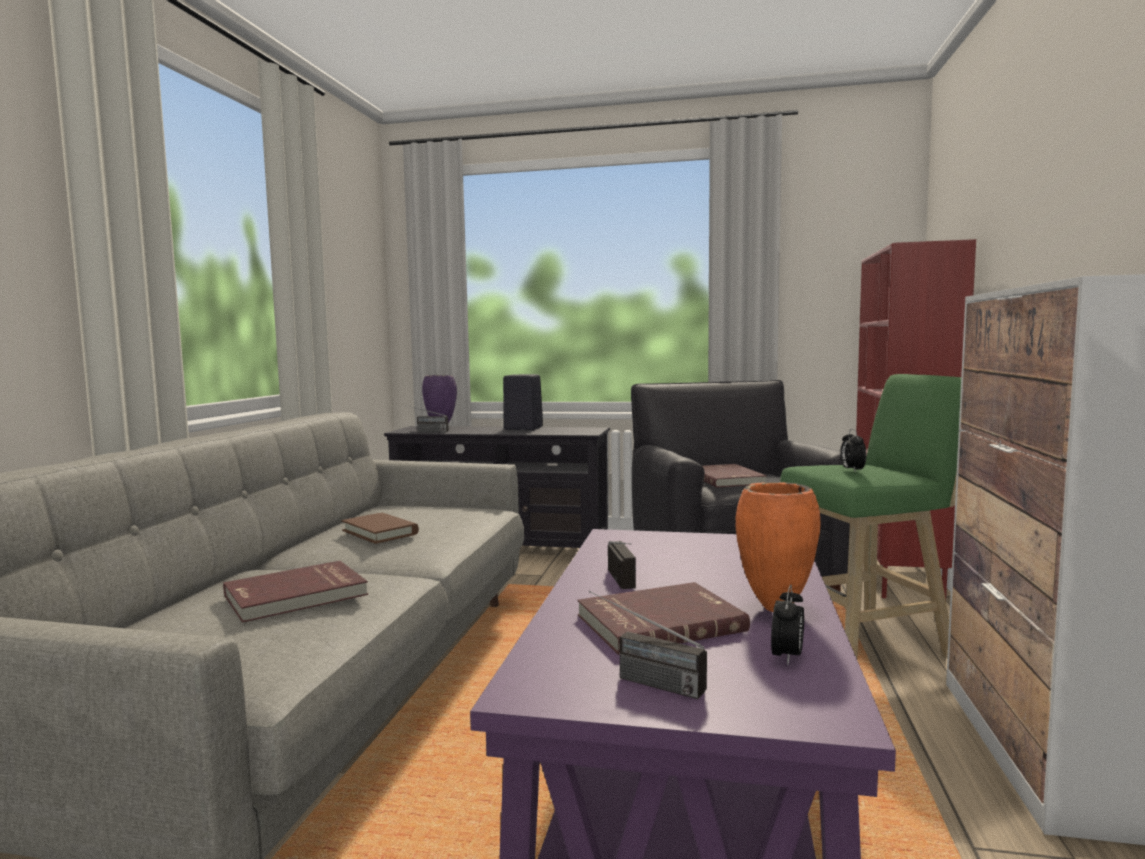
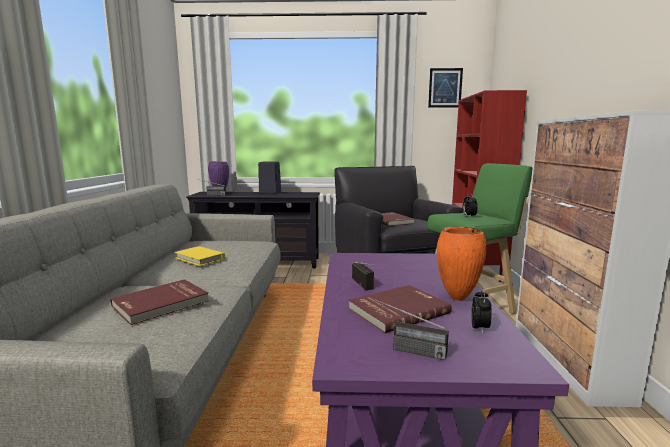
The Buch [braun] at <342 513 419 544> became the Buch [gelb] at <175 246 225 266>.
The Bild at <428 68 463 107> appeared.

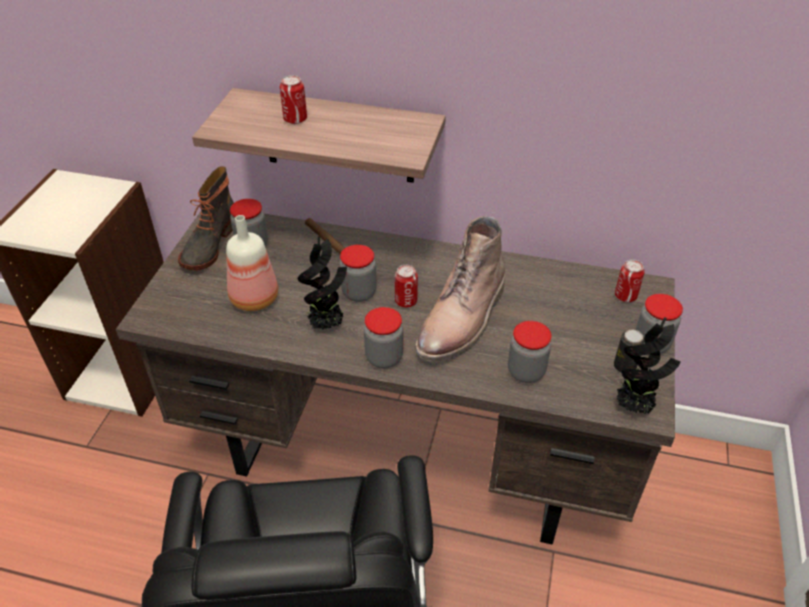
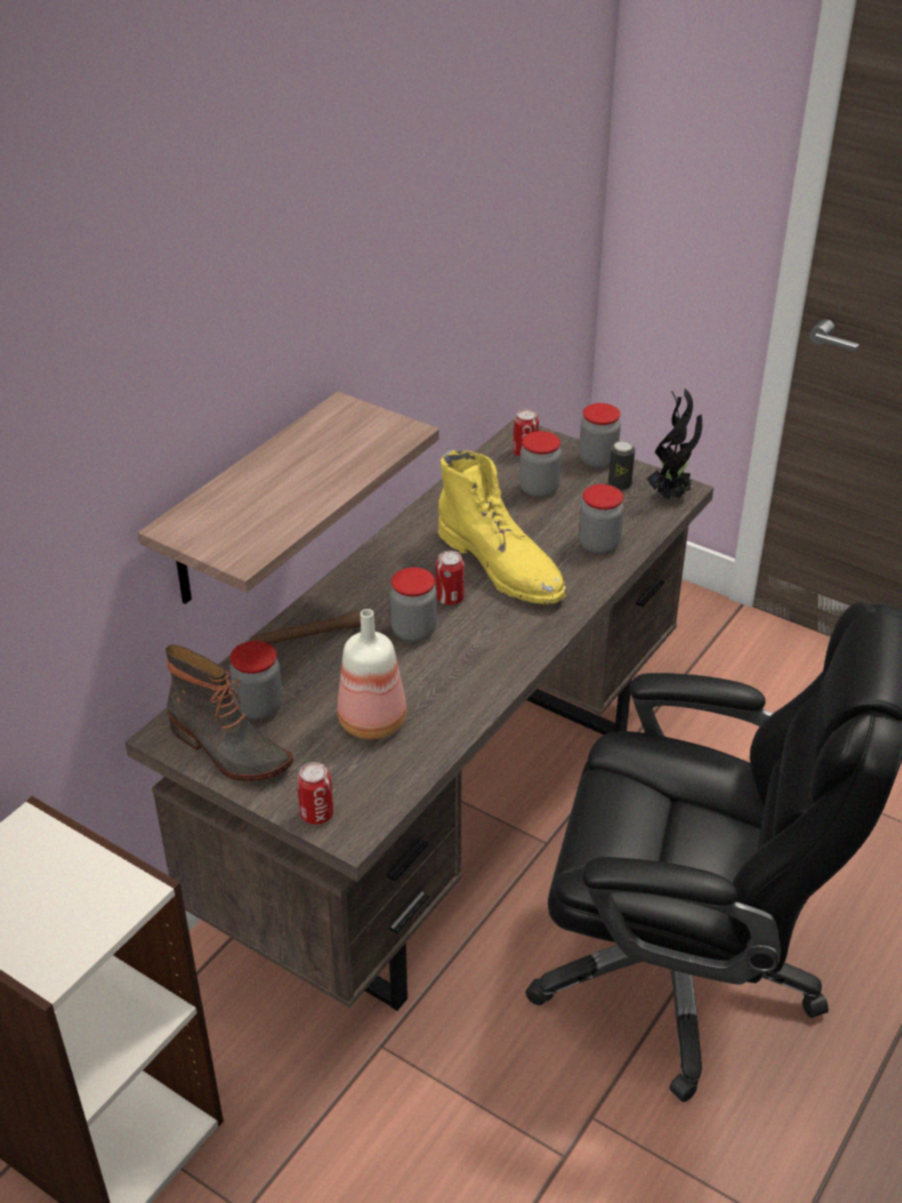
The Dose moved from <280 75 307 124> to <297 762 334 825>.
The Stiefel [braun] at <415 216 505 362> became the Stiefel [gelb] at <438 450 567 604>.
The Topfpflanze at <298 236 347 330> disappeared.
The Vorratsglas moved from <364 307 403 368> to <519 431 561 498>.

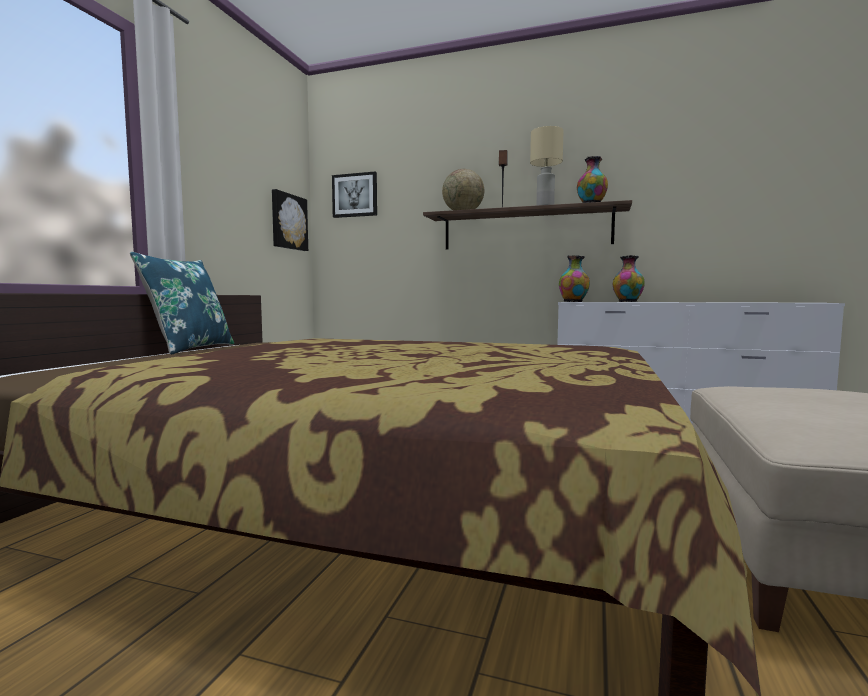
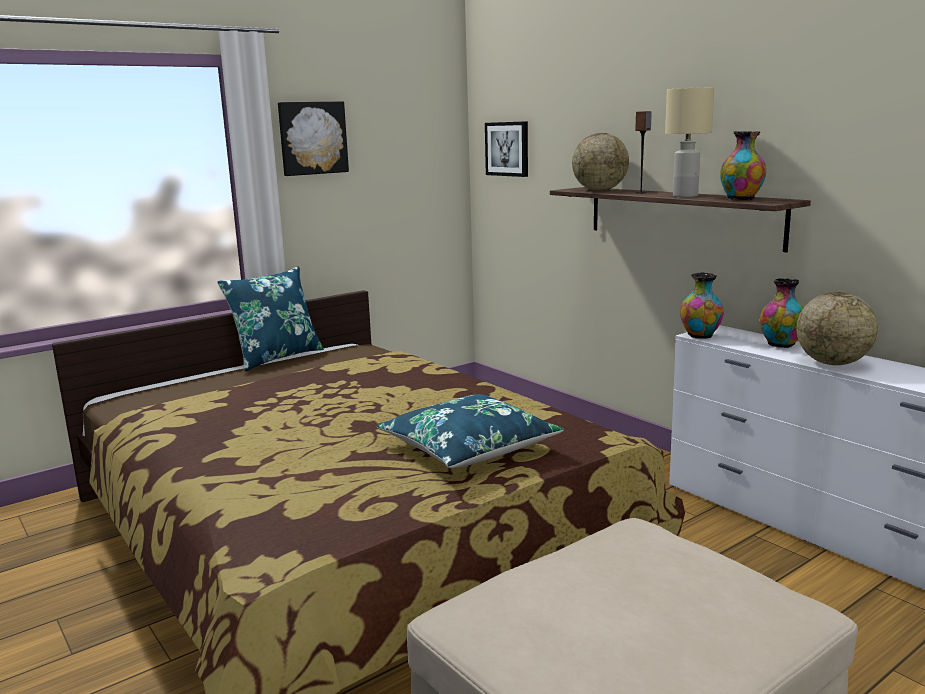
The Bild moved from <272 189 308 251> to <278 102 349 176>.
The Globus at <796 292 878 365> appeared.
The Kissen [blau] at <377 394 564 468> appeared.

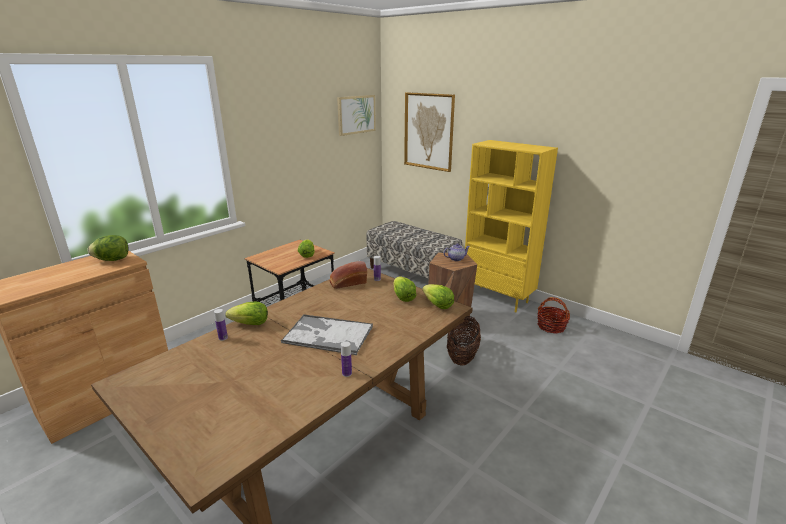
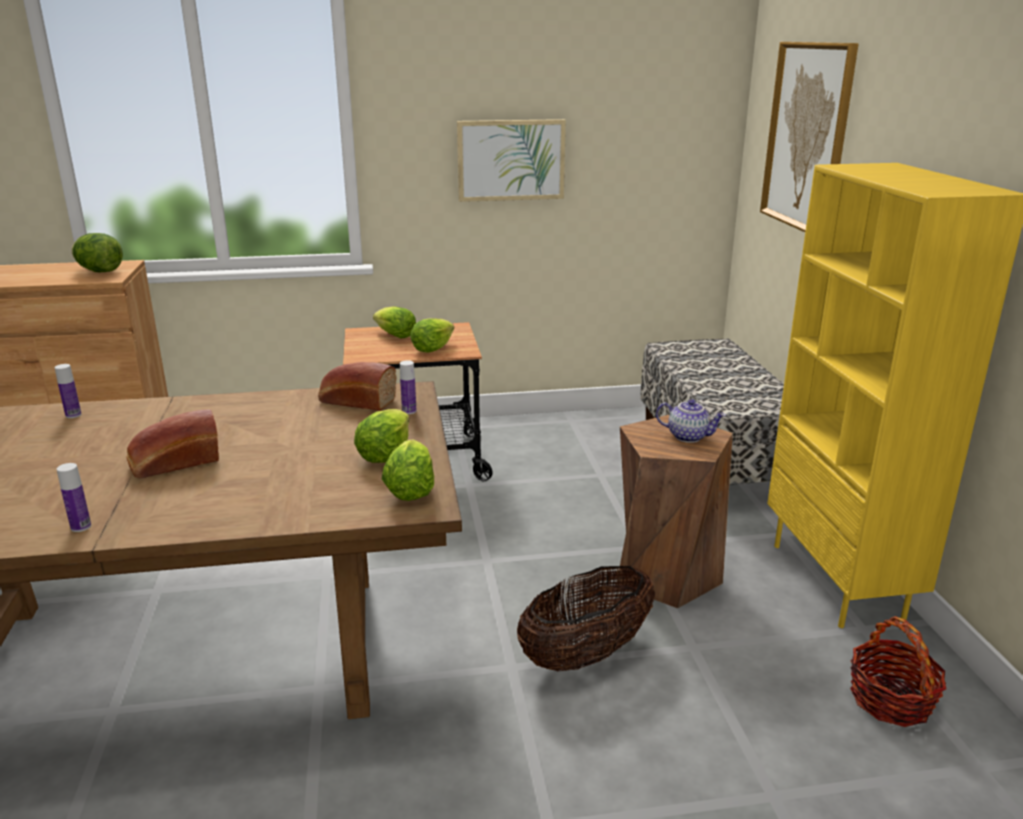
The Bild moved from <337 95 376 136> to <457 119 566 202>.
The Salatkopf moved from <225 302 268 325> to <373 306 416 338>.
The Tablett at <281 314 373 355> was replaced by the Brot at <126 410 219 478>.

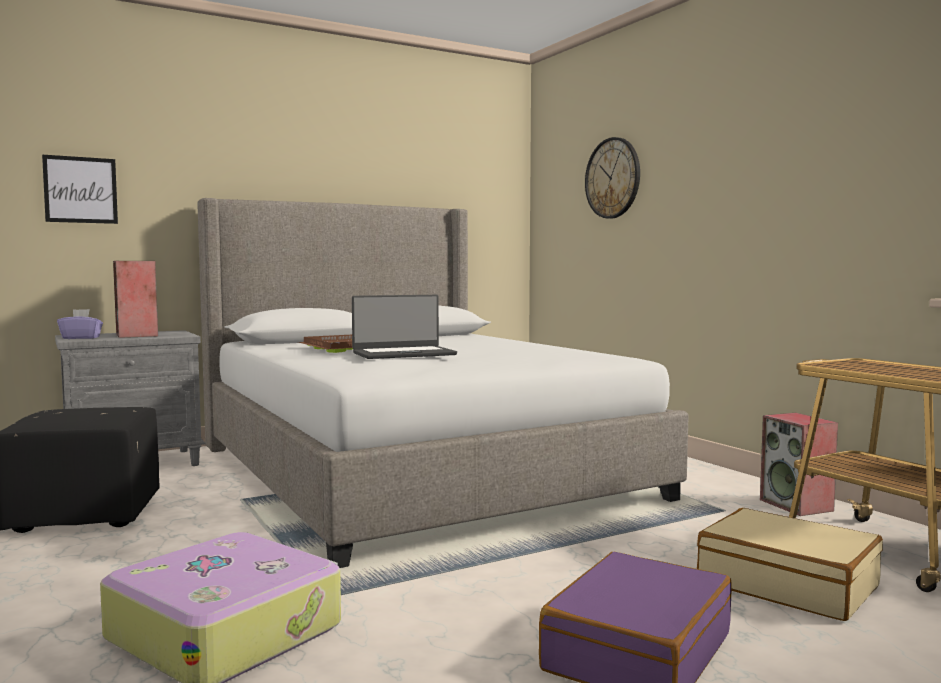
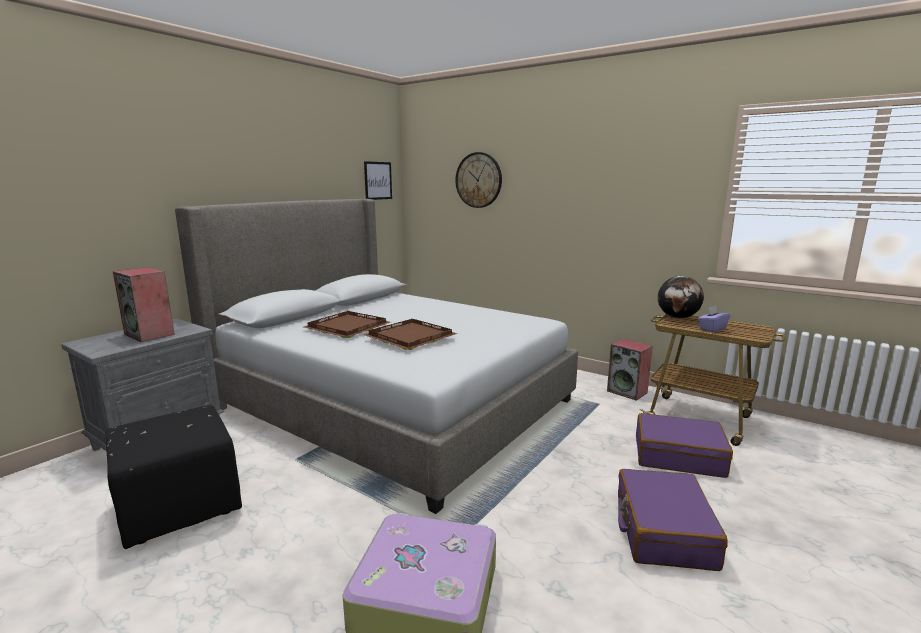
The Bild moved from <42 155 118 224> to <364 161 392 200>.
The Laptop at <352 295 457 359> was replaced by the Tablett [braun] at <364 319 457 350>.
The Taschentuchbox [lila] moved from <57 309 103 339> to <698 306 730 332>.
The Koffer [beige] at <697 508 883 621> became the Koffer [lila] at <636 413 733 478>.
The Globus at <658 276 704 319> appeared.

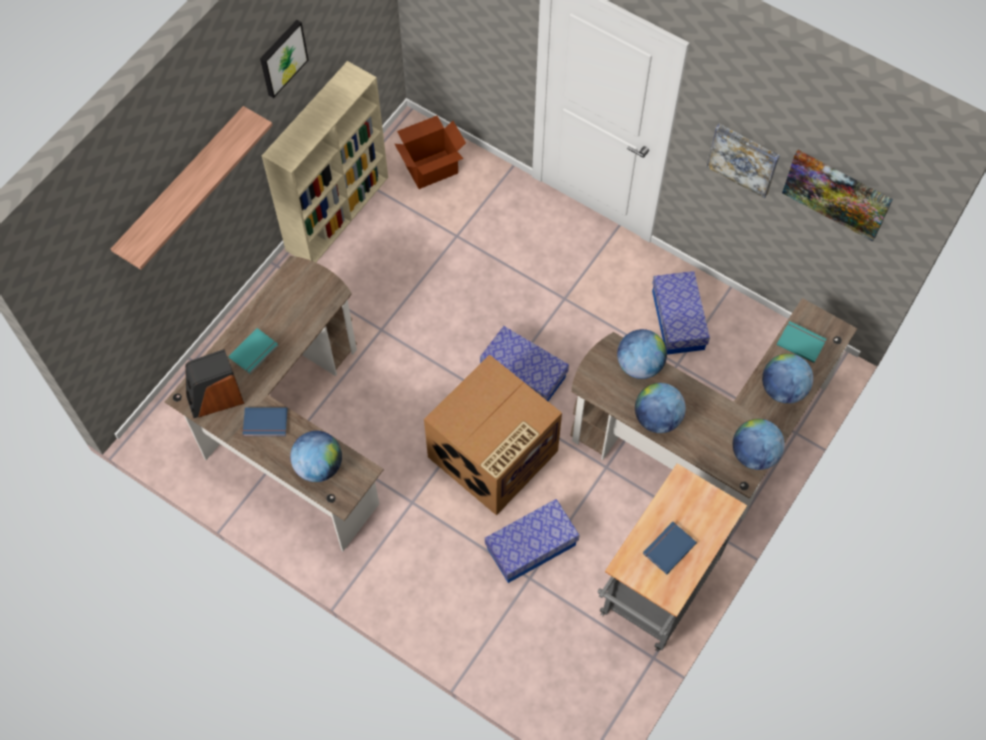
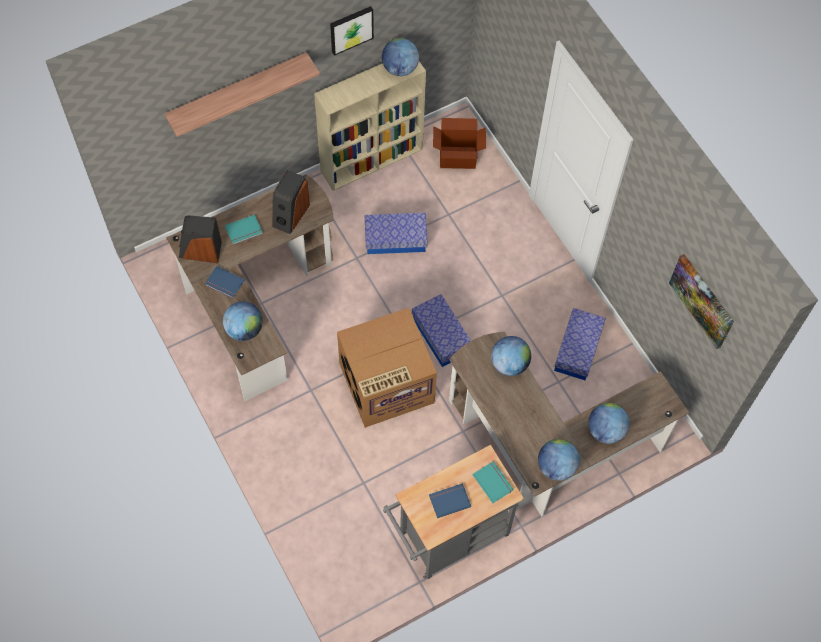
The Bild at <707 124 780 198> disappeared.
The Buch [türkis] moved from <777 321 827 363> to <473 461 514 503>.
The Globus moved from <635 383 686 433> to <382 38 419 76>.
The Aufbewahrungsbox moved from <485 499 580 583> to <365 213 427 254>.
The Lautsprecher at <272 170 310 234> appeared.

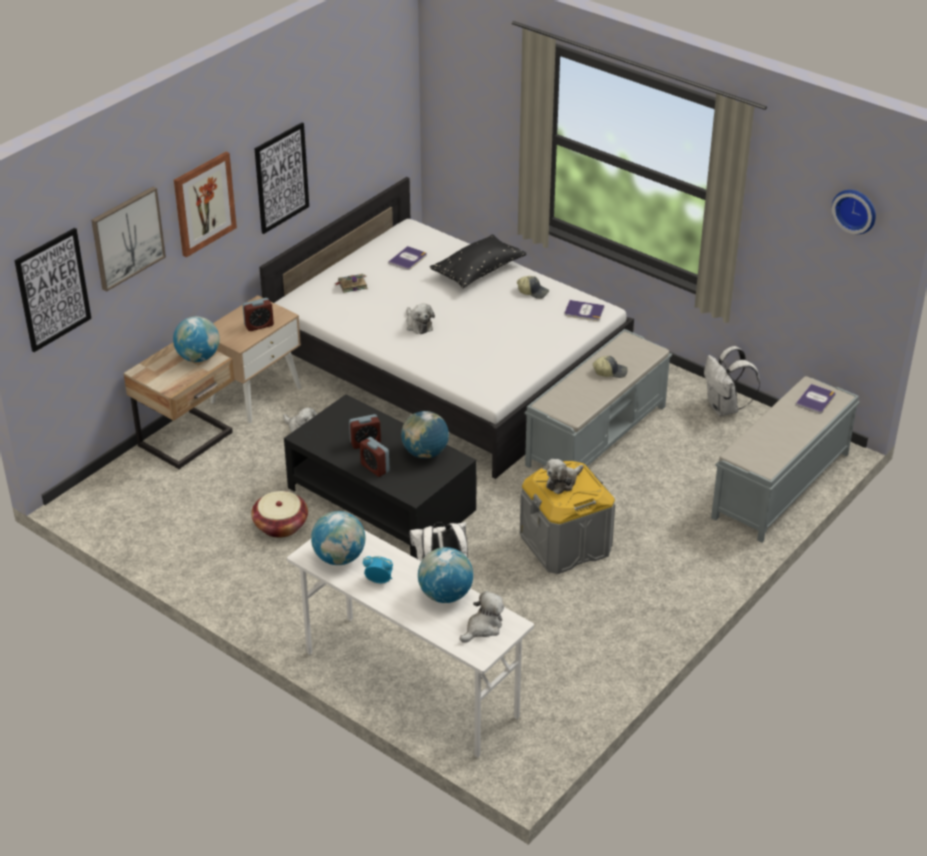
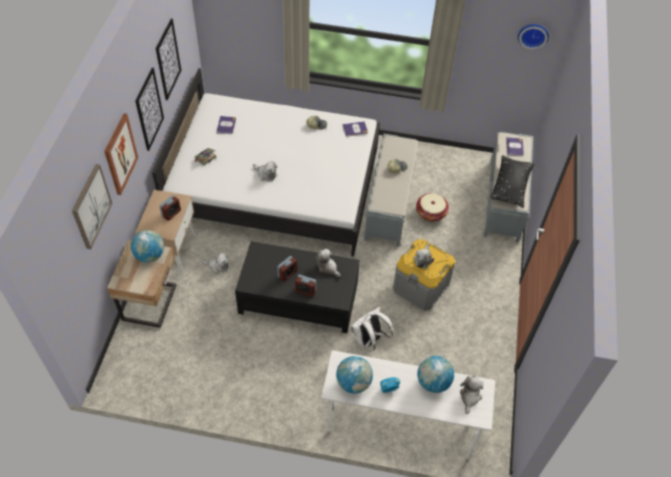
The Bild moved from <14 228 91 352> to <156 19 181 100>.
The Kissen [schwarz] moved from <430 234 527 288> to <490 155 534 208>.
The Rucksack [weiß] at <704 346 760 416> disappeared.
The Globus at <401 411 449 459> was replaced by the Plüschtier at <316 249 341 277>.
The Korb moved from <251 491 308 538> to <416 193 449 222>.

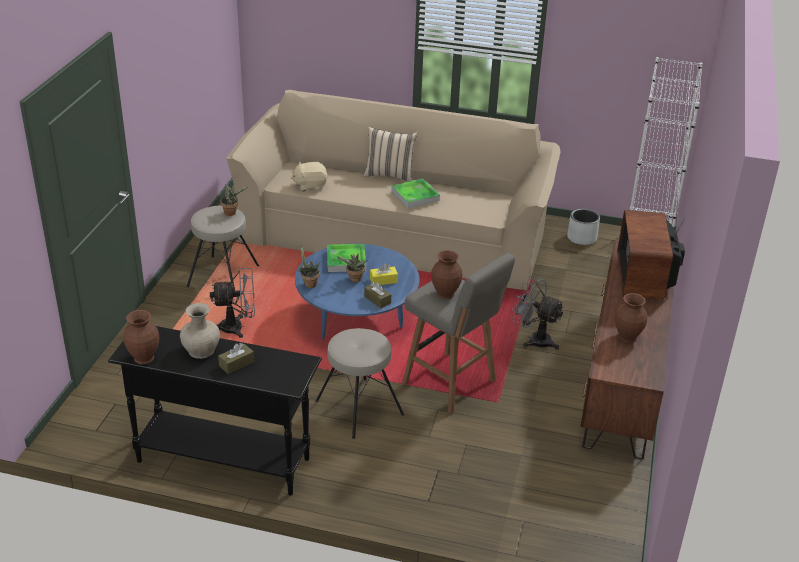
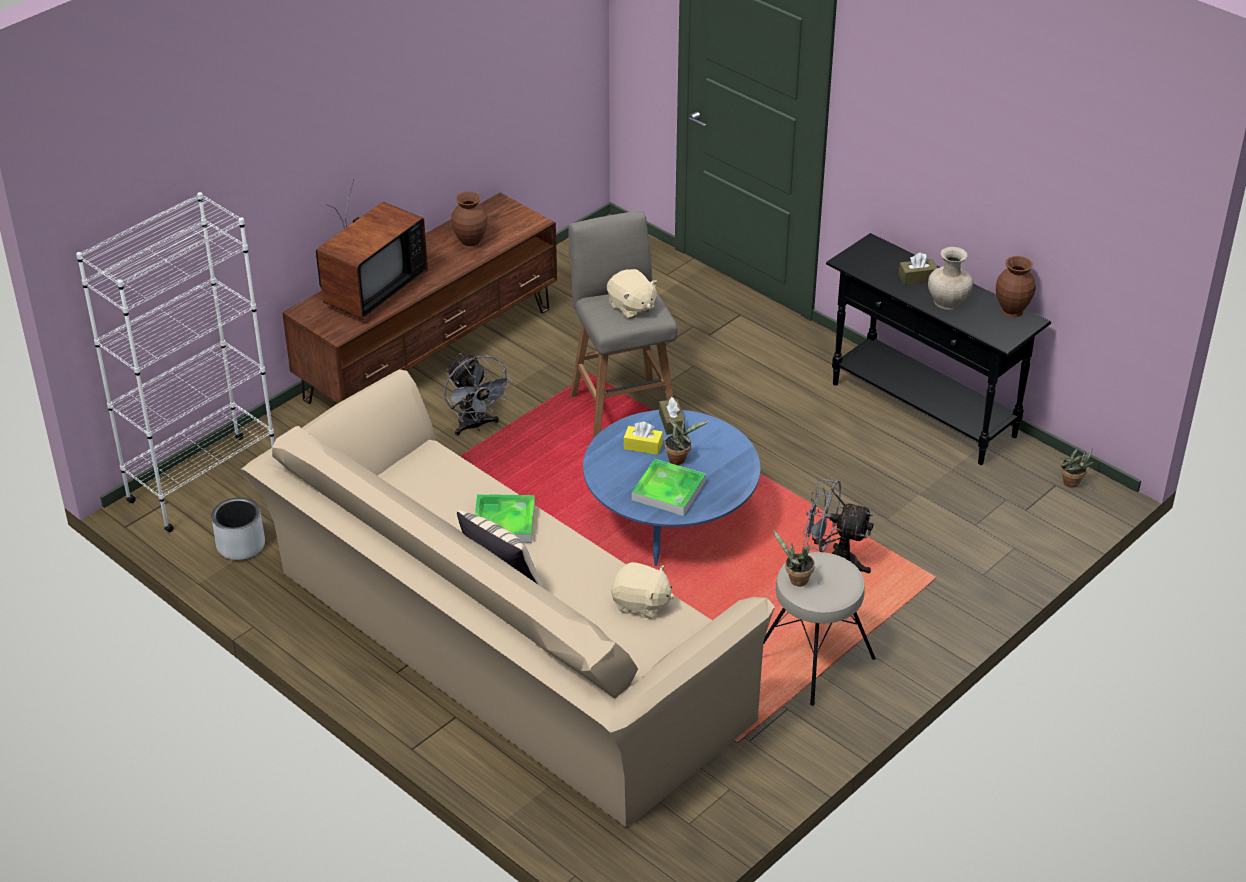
The Topfpflanze moved from <297 245 320 288> to <1061 448 1094 488>.
The Vase [braun] at <431 250 462 299> was replaced by the Plüschtier [beige] at <607 269 658 319>.
The Hocker [beige] at <316 328 404 439> disappeared.

